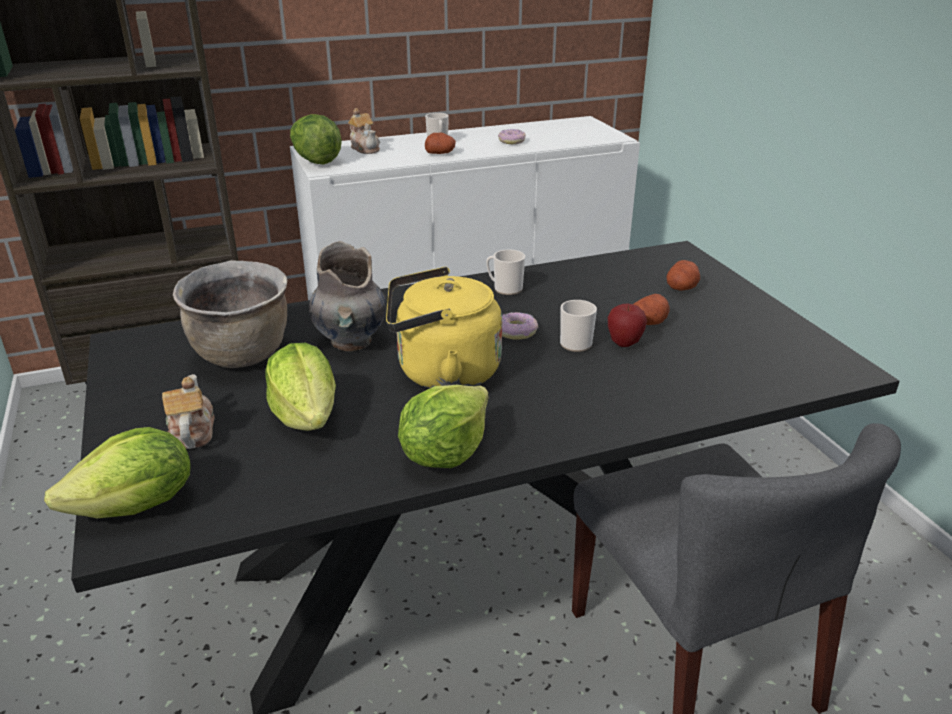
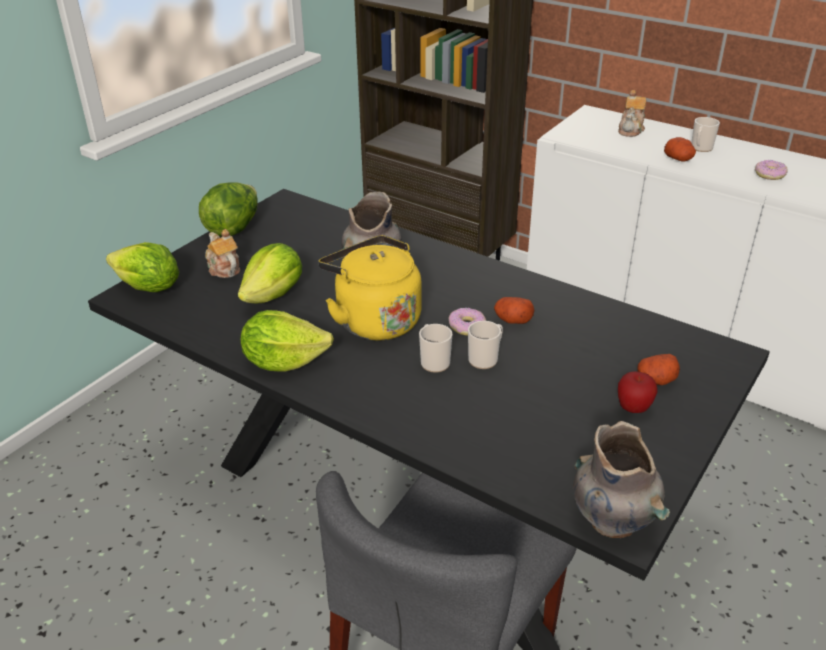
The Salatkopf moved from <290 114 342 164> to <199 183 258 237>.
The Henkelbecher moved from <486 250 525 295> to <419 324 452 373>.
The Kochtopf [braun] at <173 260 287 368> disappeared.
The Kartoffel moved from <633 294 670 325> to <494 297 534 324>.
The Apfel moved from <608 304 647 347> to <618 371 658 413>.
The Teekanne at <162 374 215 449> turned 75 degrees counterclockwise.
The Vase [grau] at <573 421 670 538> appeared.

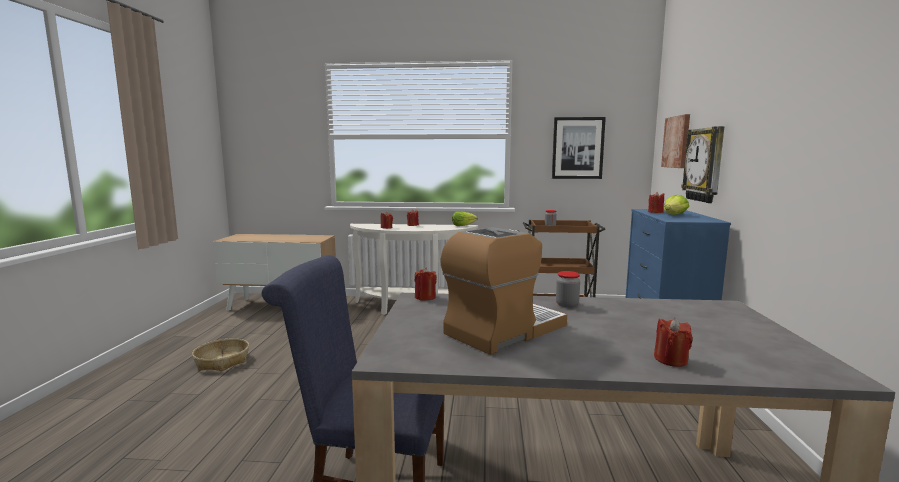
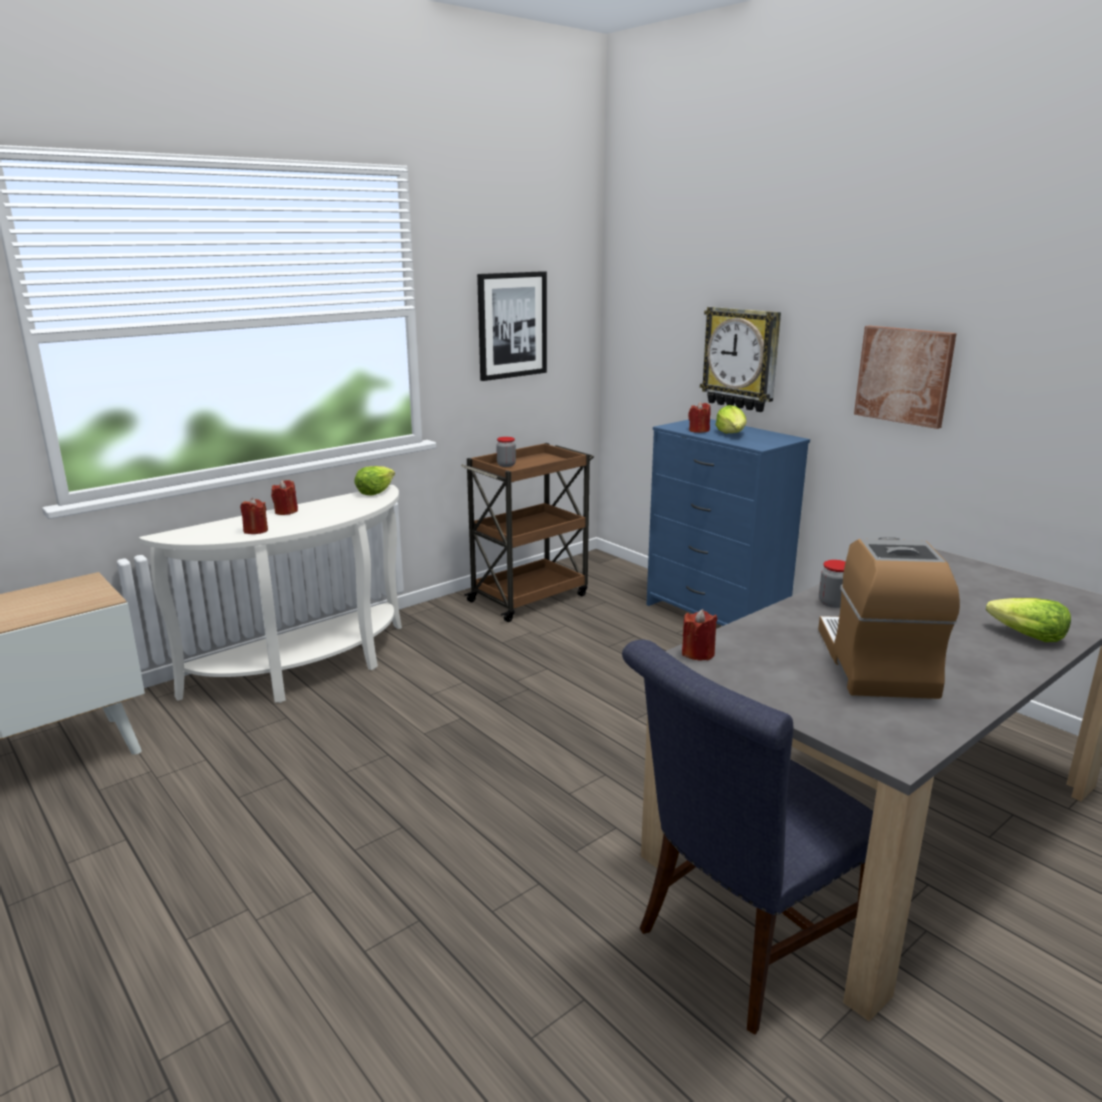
The Bild moved from <661 114 690 168> to <854 326 956 429>.
The Kerze [rot] at <654 318 693 367> was replaced by the Salatkopf at <986 598 1071 642>.
The Korb at <192 338 249 371> disappeared.

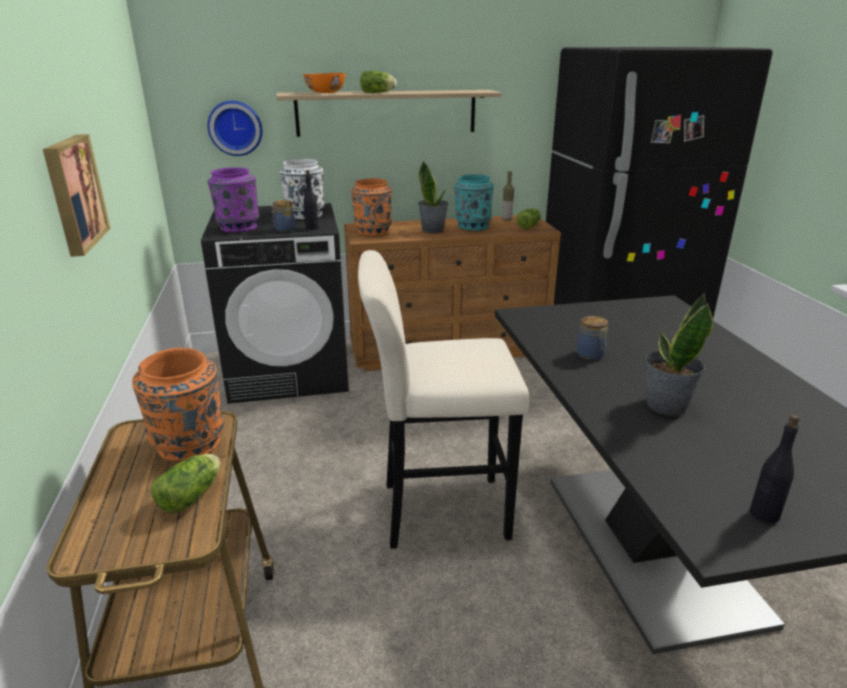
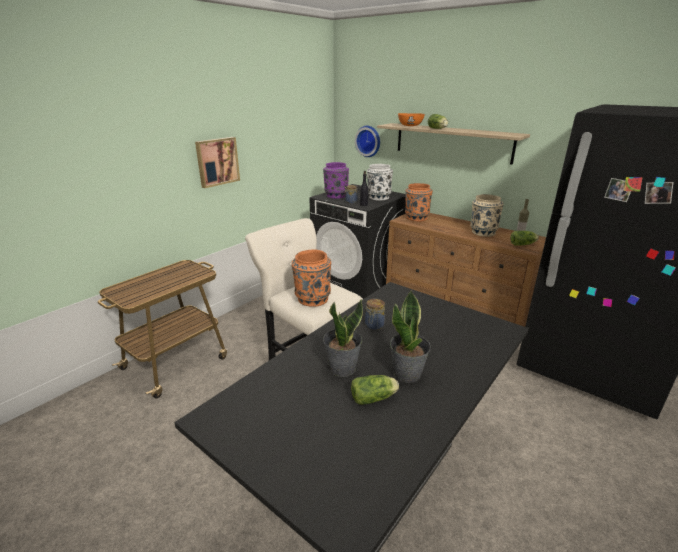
The Topfpflanze moved from <418 161 449 233> to <390 290 431 383>.
The Vase [türkis] at <454 175 494 231> became the Vase [beige] at <470 194 504 237>.
The Vase [orange] moved from <132 348 224 462> to <292 249 331 307>.
The Flasche [schwarz] at <750 414 800 524> disappeared.
The Salatkopf moved from <151 454 221 513> to <351 375 399 405>.

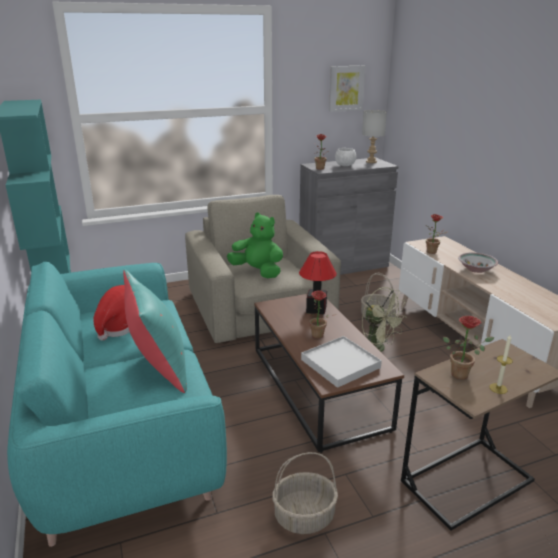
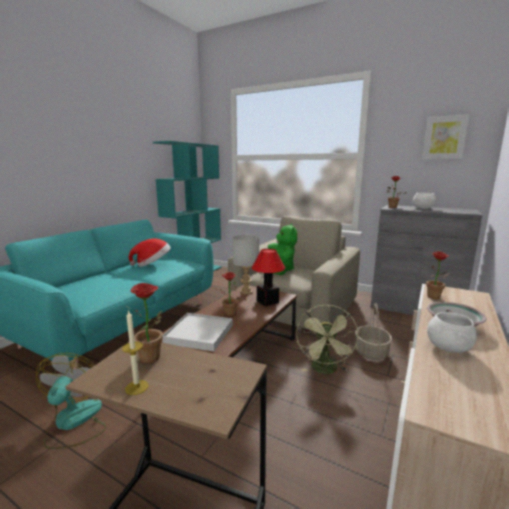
The Tischlampe [grau] moved from <362 110 387 163> to <233 235 259 295>.
The Kissen [türkis] at <123 269 187 393> disappeared.
The Korb at <272 452 338 534> was replaced by the Ventilator at <36 353 106 449>.
The Schüssel [weiß] at <427 312 477 353> appeared.

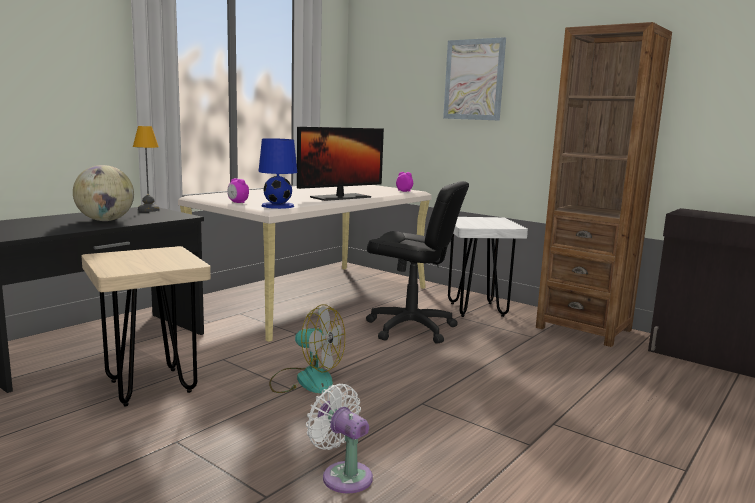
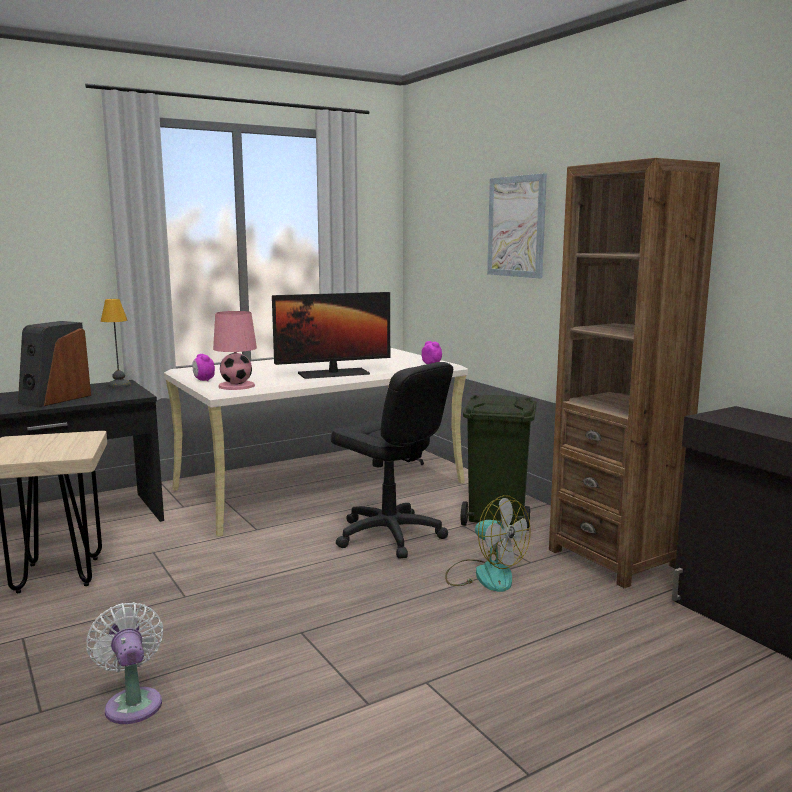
The Tischlampe [blau] at <258 138 297 209> became the Tischlampe [rosa] at <213 311 257 390>.
The Globus at <73 165 134 221> was replaced by the Lautsprecher at <18 321 91 407>.
The Hocker [weiß] at <448 217 528 317> was replaced by the Mülleimer [grün] at <461 395 536 531>.
The Ventilator moved from <269 304 345 394> to <445 495 531 592>.

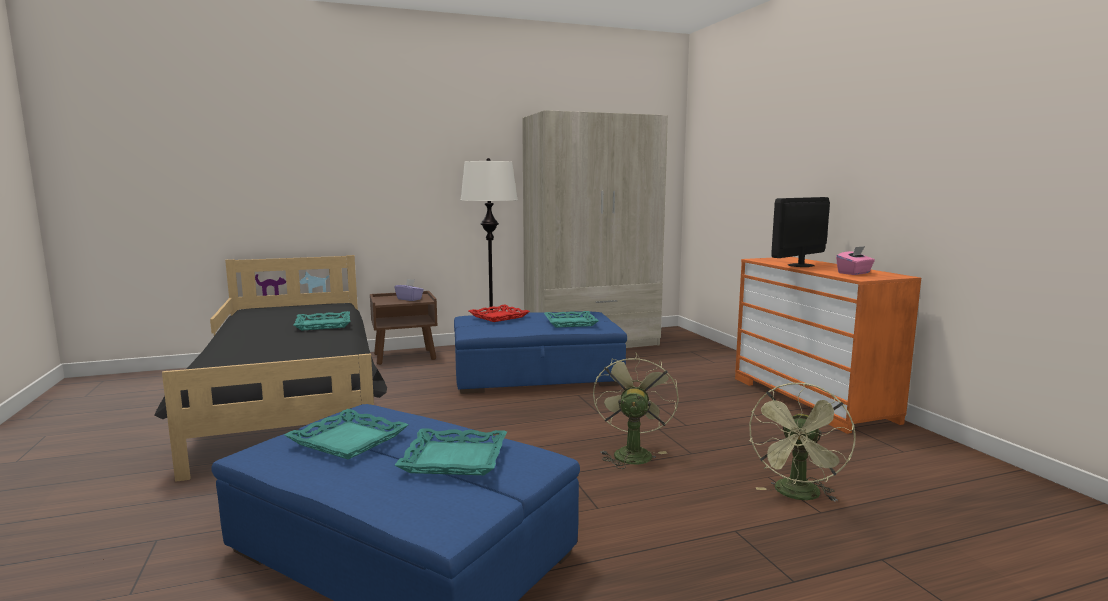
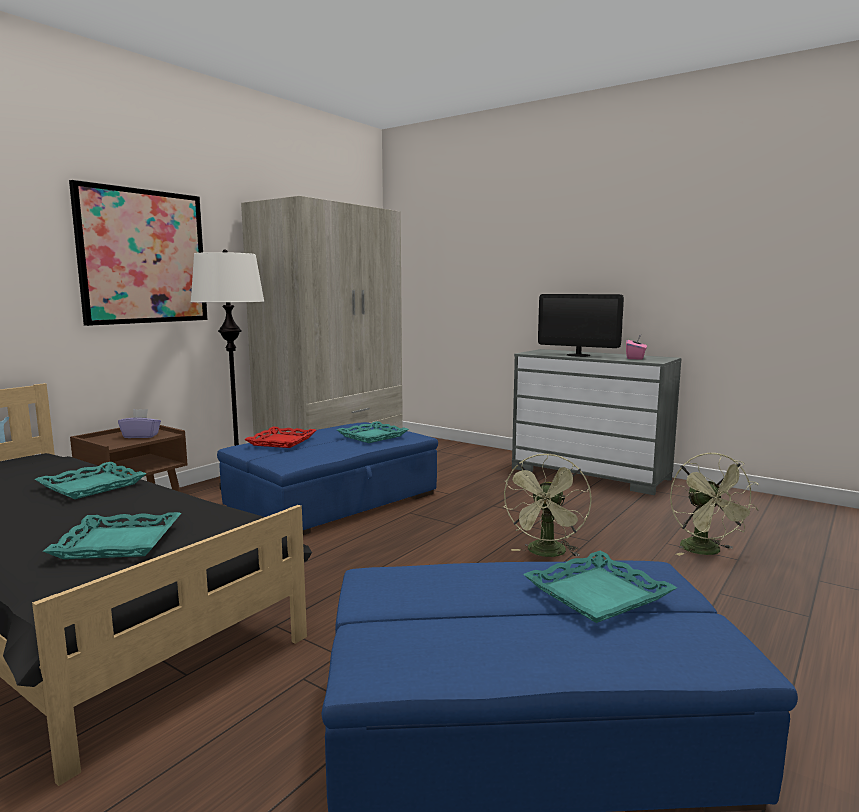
The Monitor at <771 197 830 267> turned 75 degrees counterclockwise.
The Kommode [orange] at <735 257 921 434> became the Kommode [grau] at <512 349 681 495>.
The Ventilator [grün] at <593 353 679 469> turned 135 degrees counterclockwise.
The Tablett [türkis] moved from <285 409 409 459> to <43 512 181 559>.
The Bild at <69 180 208 326> appeared.

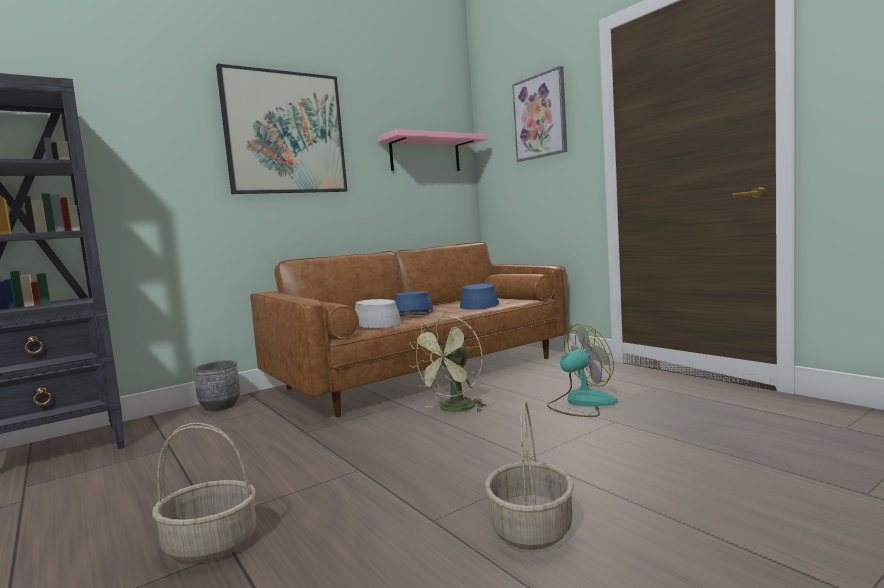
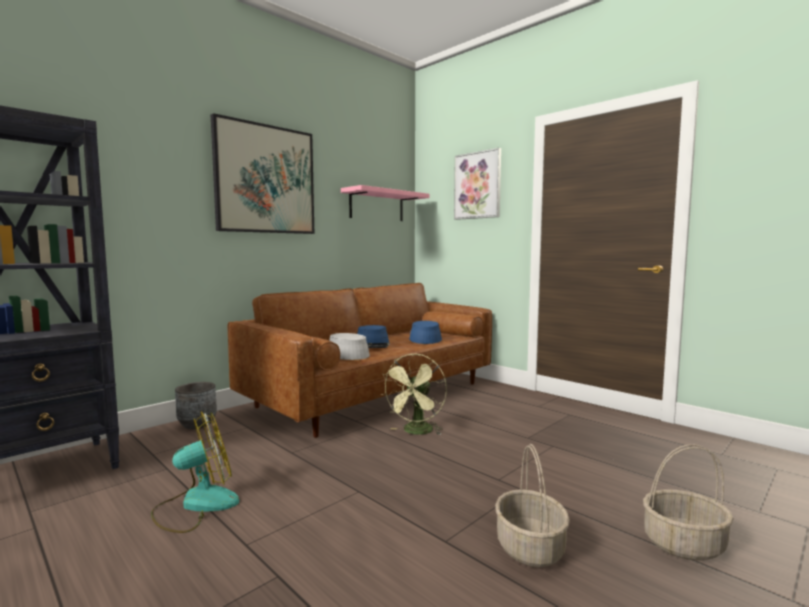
The Ventilator moved from <547 324 617 417> to <151 412 239 533>.
The Korb moved from <152 423 256 562> to <643 444 734 560>.

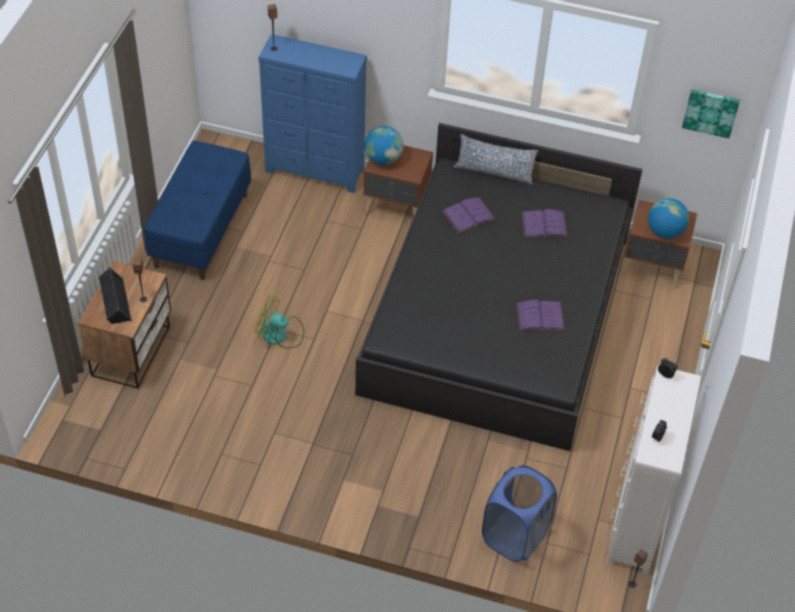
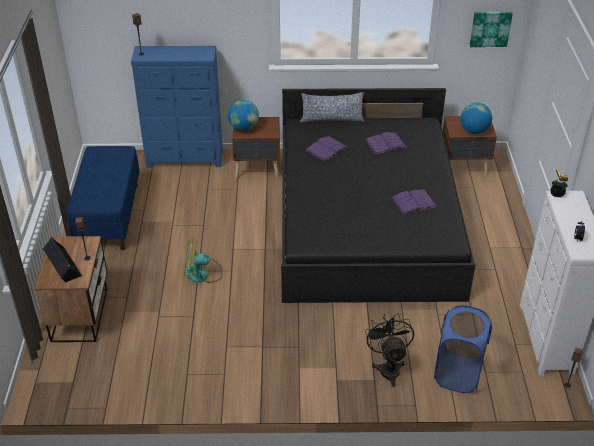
The Ventilator [schwarz] at <365 313 414 387> appeared.

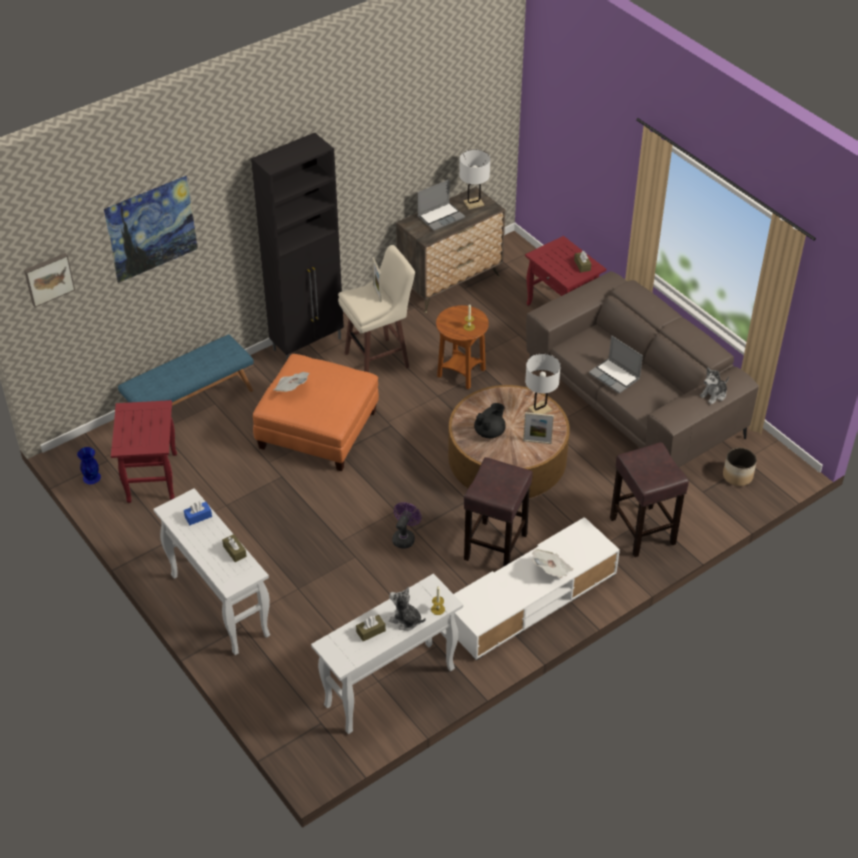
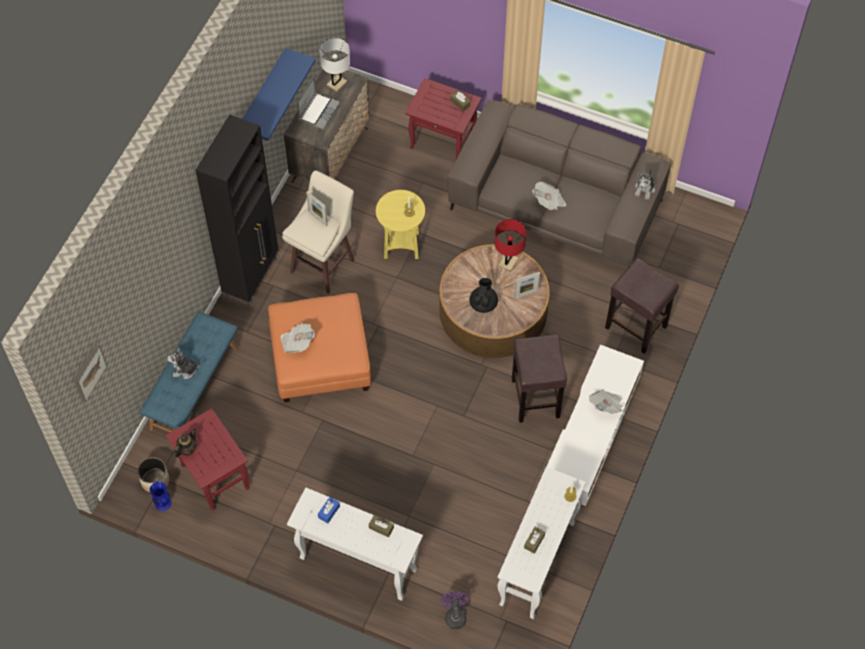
The Bild at <104 175 198 283> disappeared.
The Beistelltisch [braun] at <436 305 489 389> became the Beistelltisch [gelb] at <376 190 425 259>.
The Laptop at <589 335 643 394> was replaced by the Zeitung at <532 182 566 211>.
The Tischlampe [weiß] at <525 354 561 414> became the Tischlampe [rot] at <495 219 526 271>.
The Pflanzkübel moved from <723 448 757 486> to <137 457 169 492>.
The Ventilator [lila] moved from <392 502 422 549> to <440 591 469 629>.
The Plüschtier moved from <389 587 426 631> to <167 347 201 379>.
The Wandregal [blau] at <242 48 316 141> appeared.
The Teekanne at <174 429 196 457> appeared.

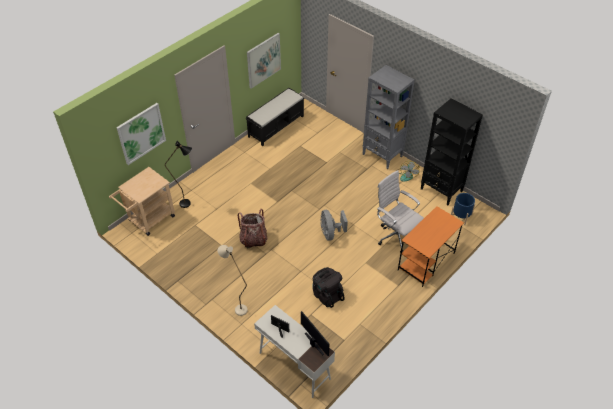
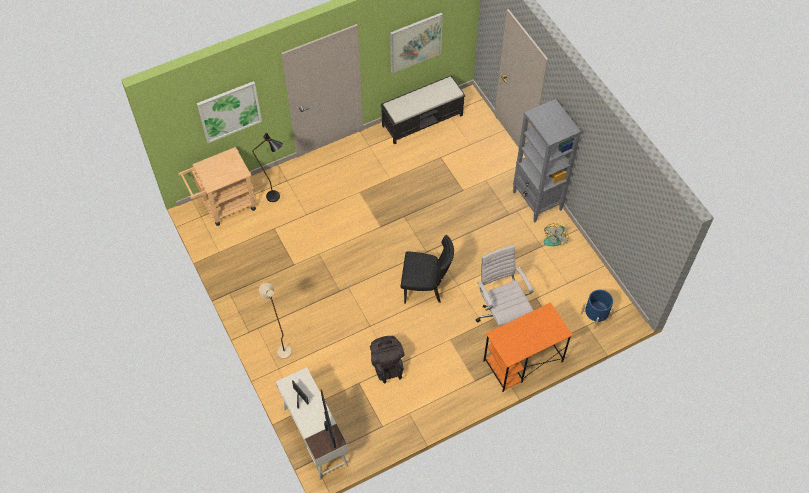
The Bücherregal [schwarz] at <421 98 483 205> disappeared.
The Rucksack at <238 209 267 248> disappeared.
The Ventilator [grau] at <320 210 348 241> was replaced by the Stuhl [schwarz] at <401 235 454 304>.

